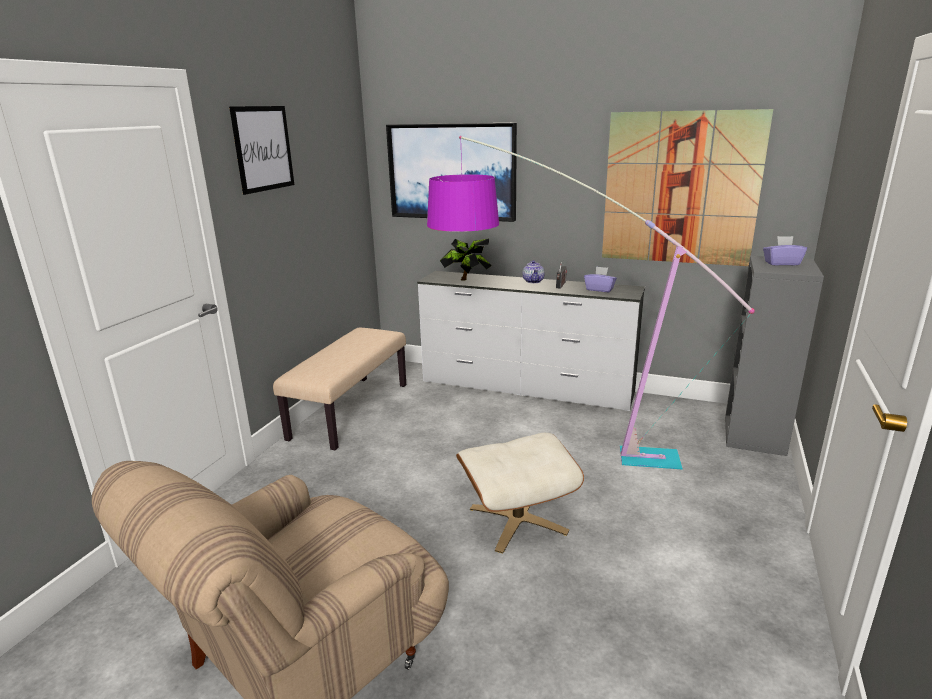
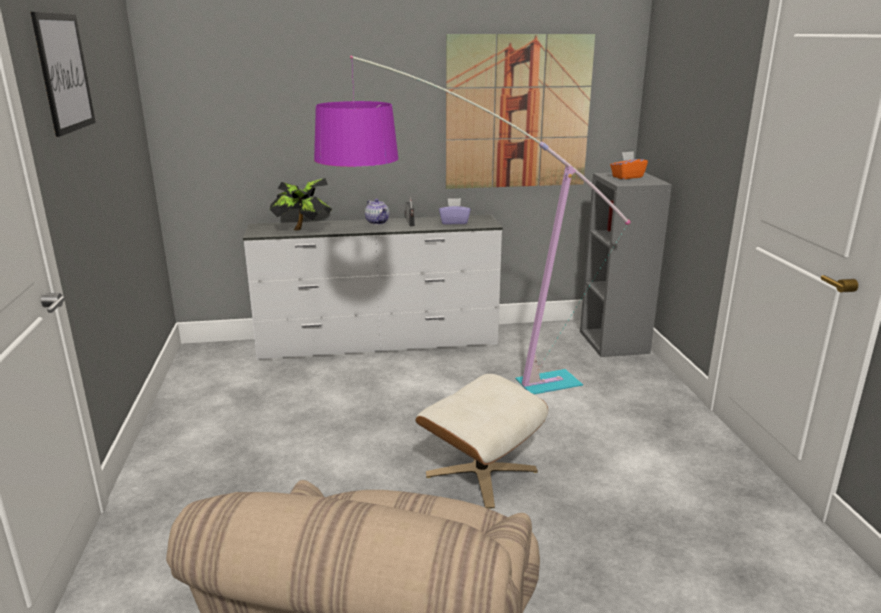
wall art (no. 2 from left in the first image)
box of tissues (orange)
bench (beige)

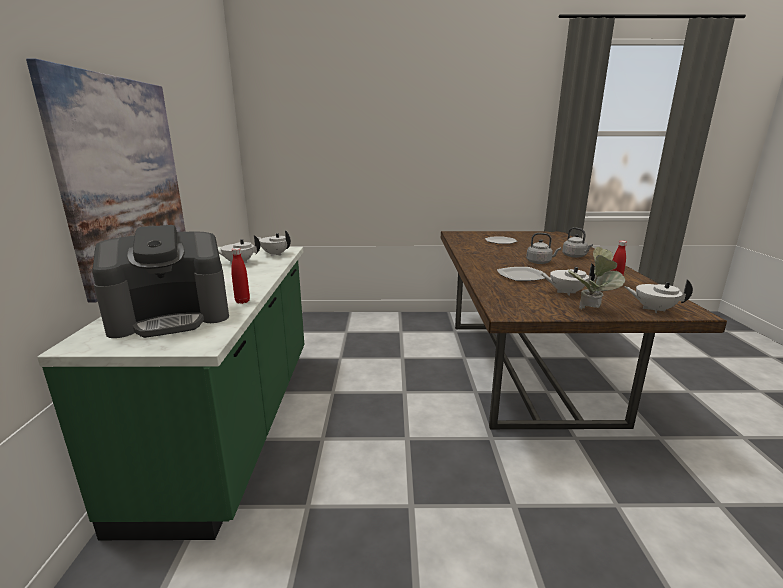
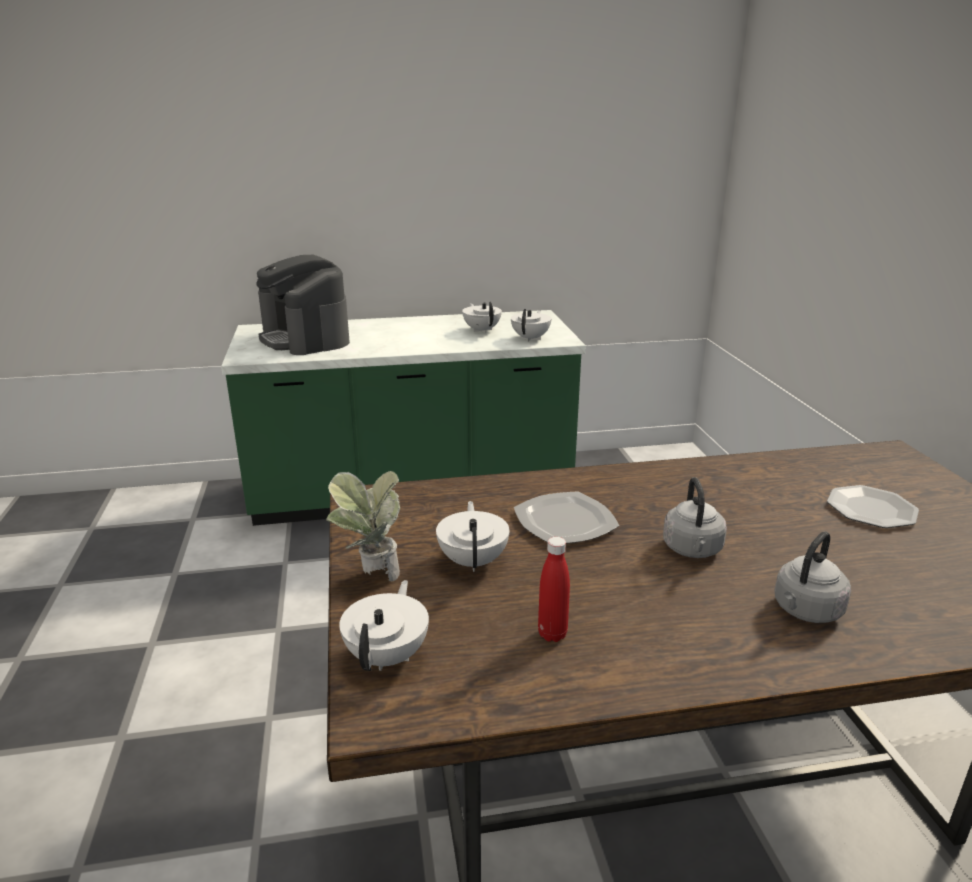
wall art
drink bottle (red) (no. 1 from left in the first image)

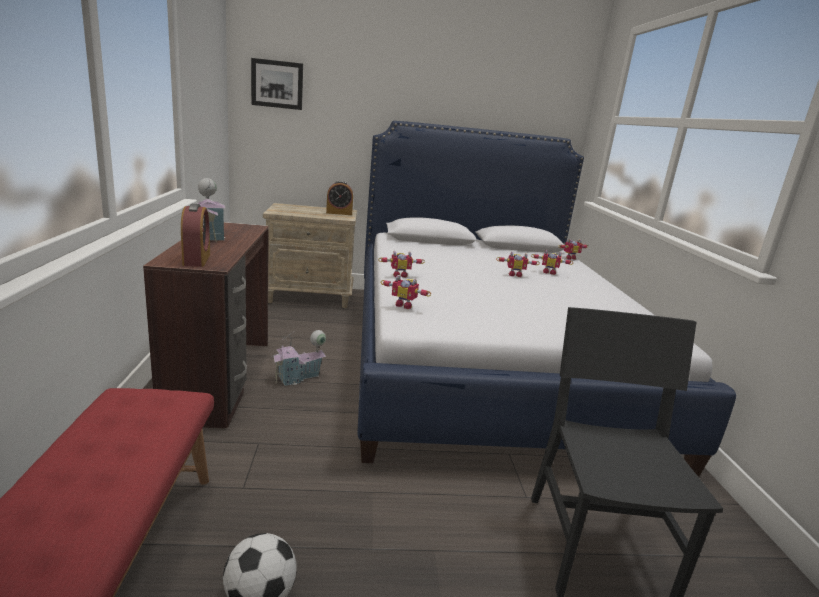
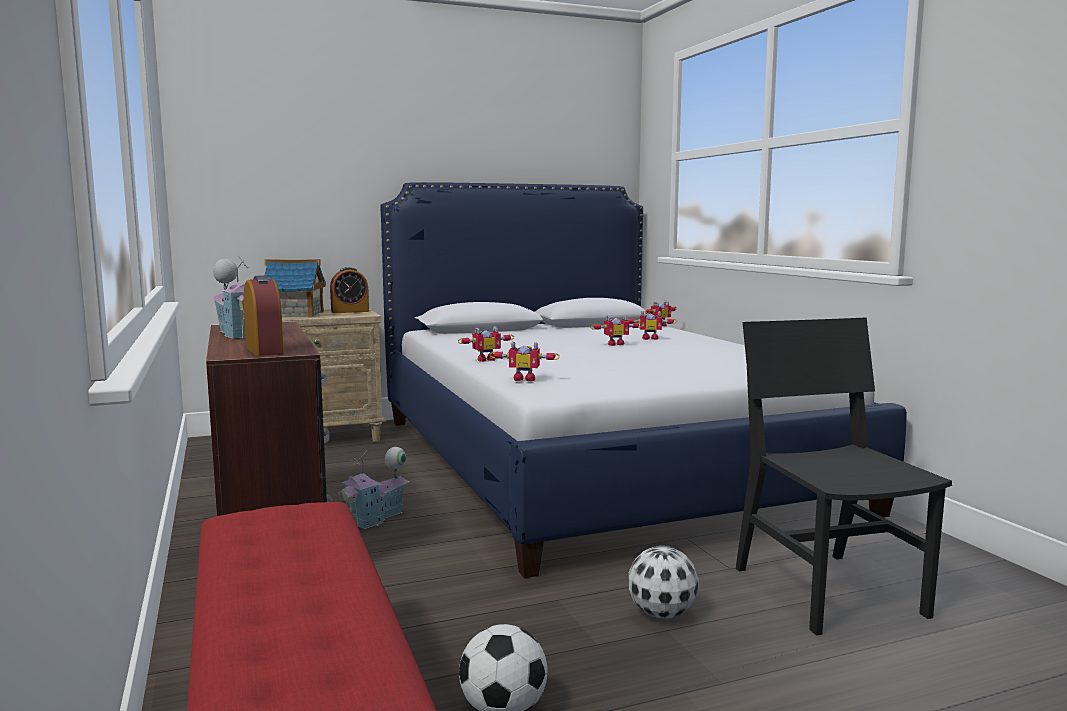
wall art
model house (no. 2 from left)
ball for football (no. 2 from left)

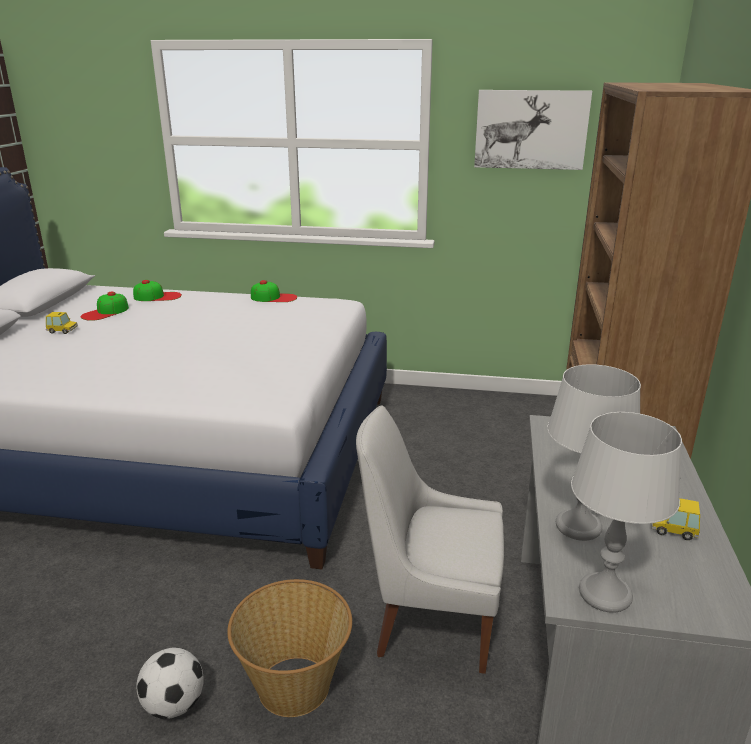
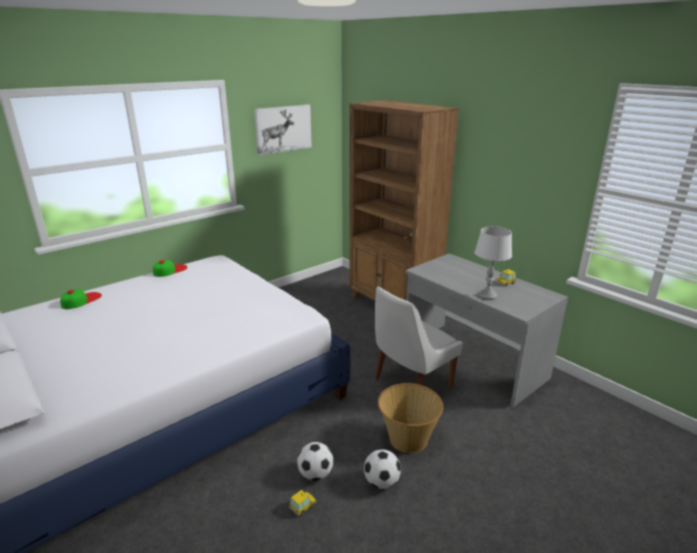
baseball cap (no. 1 from left in the first image)
model car (no. 1 from left)
lamp for a table (gray) (no. 2 from left in the first image)
ball for football (no. 1 from left)

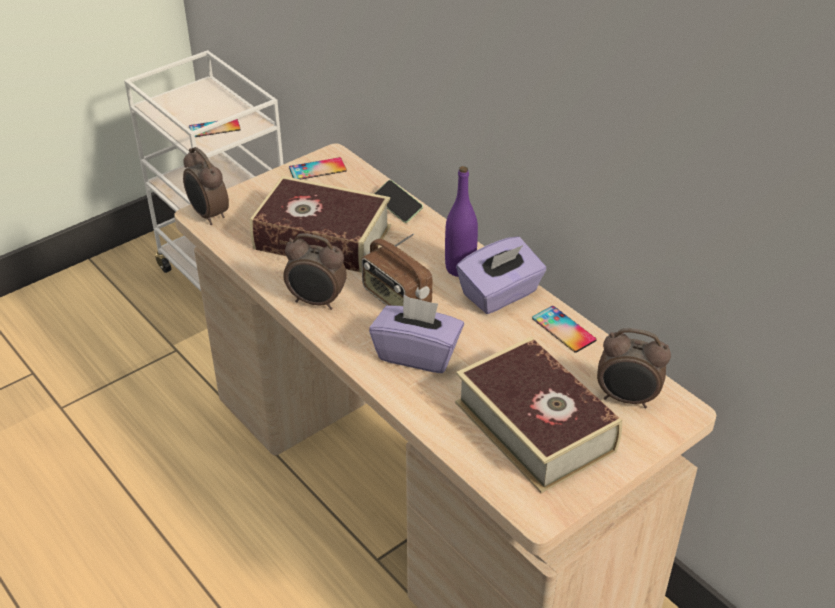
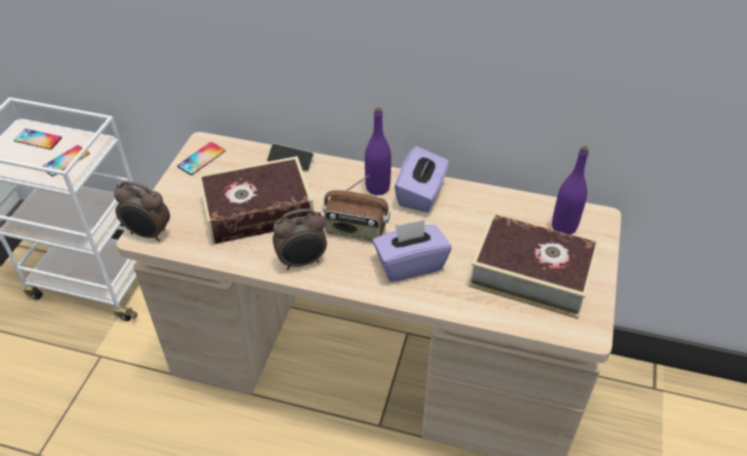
phone (no. 1 from left)
drink bottle (purple) (no. 2 from left)

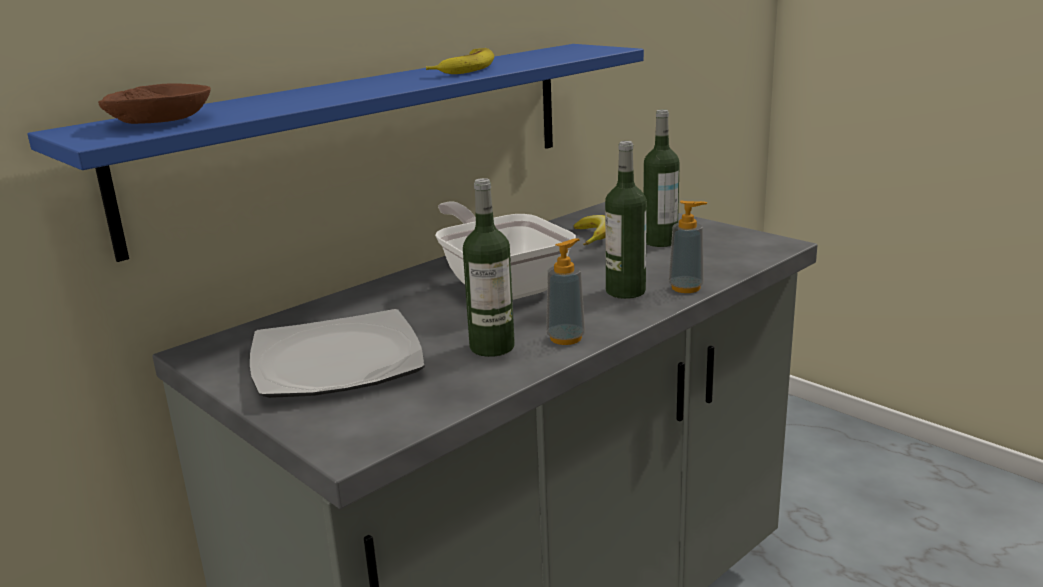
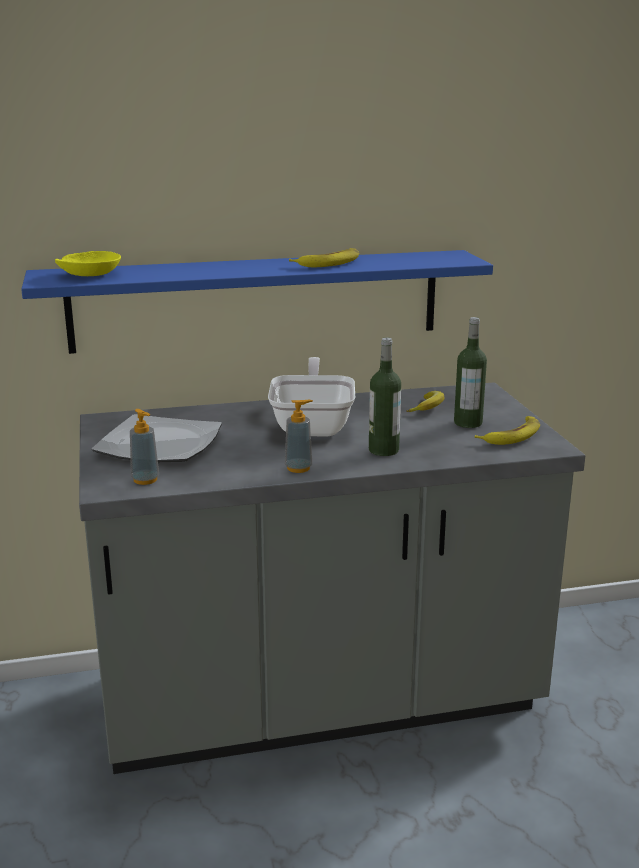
serving bowl (yellow)
drink bottle (no. 1 from left in the first image)
soap dispenser (no. 1 from left)
banana fruit (no. 3 from left)

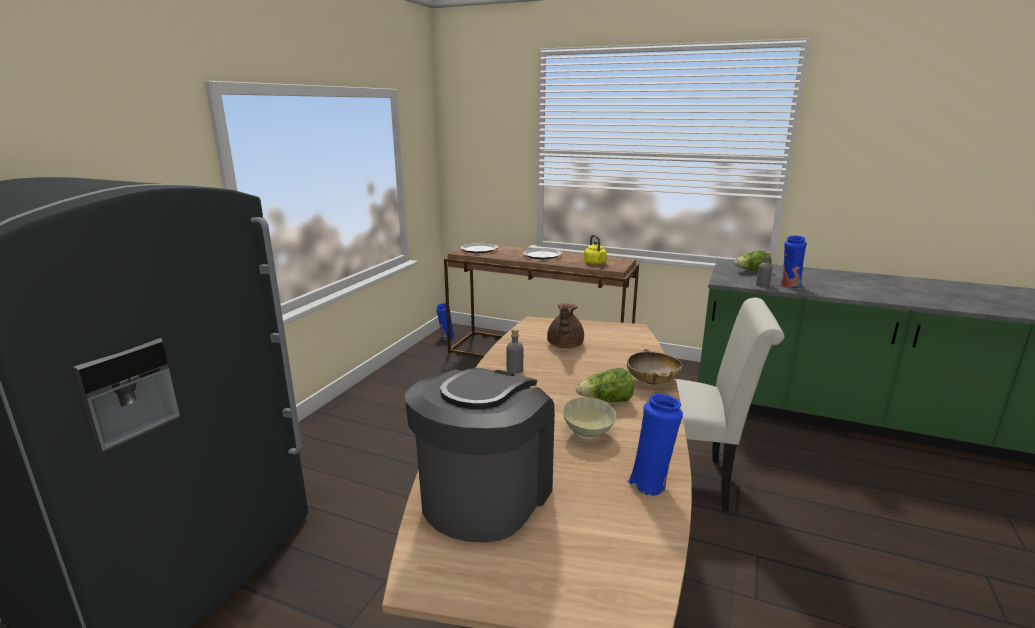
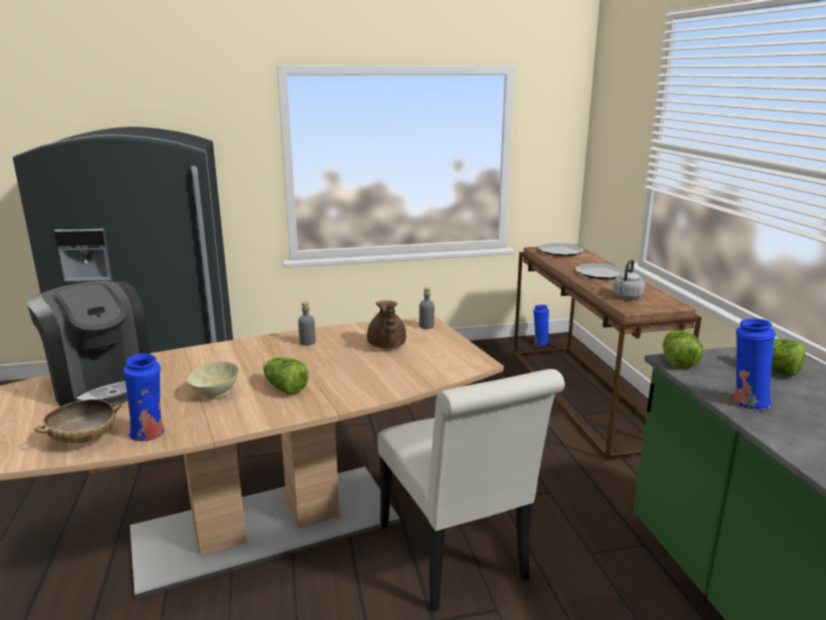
water kettle (gray)
drink bottle (gray) (no. 2 from left)
pot for tea (brown-coloured)
serving bowl (beige) (no. 1 from left)
coffee maker
head of lettuce (no. 2 from left)

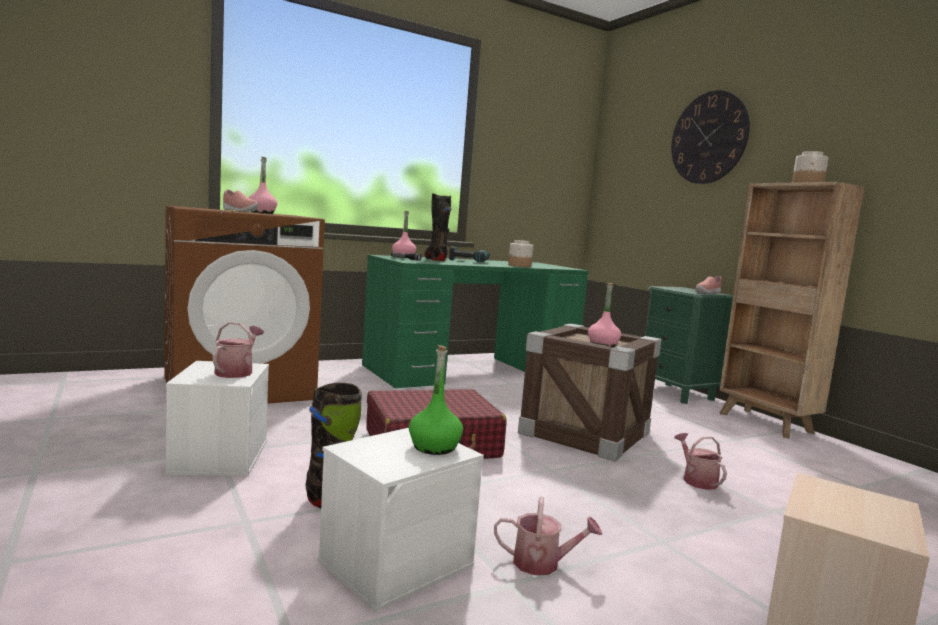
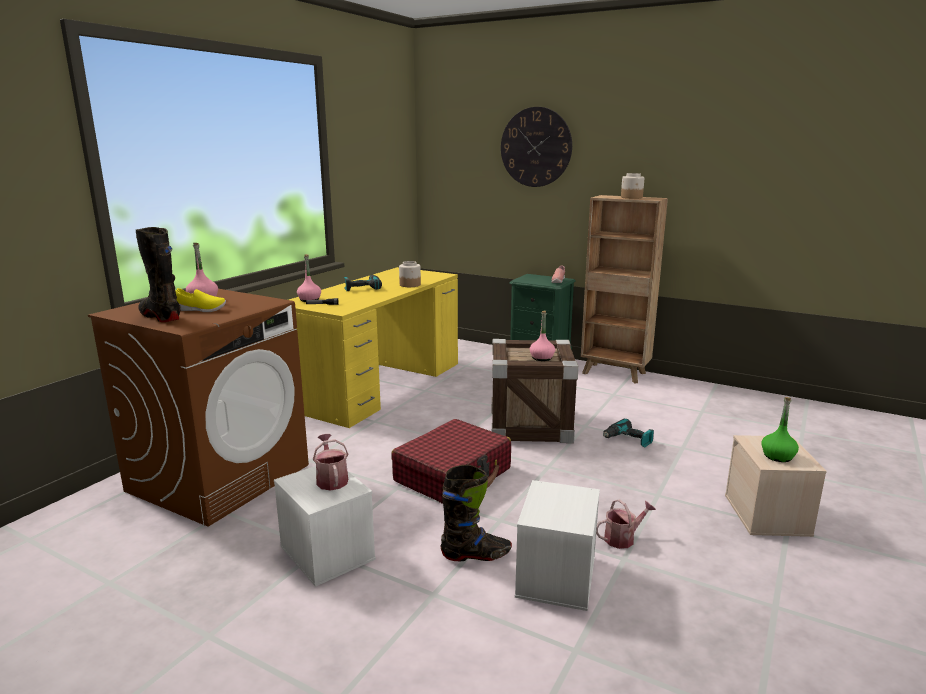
low shoe (yellow)
high-top boot (blackish) (no. 1 from left)
desk table (yellow)
drink bottle (green-coloured)
power drill (no. 2 from left)

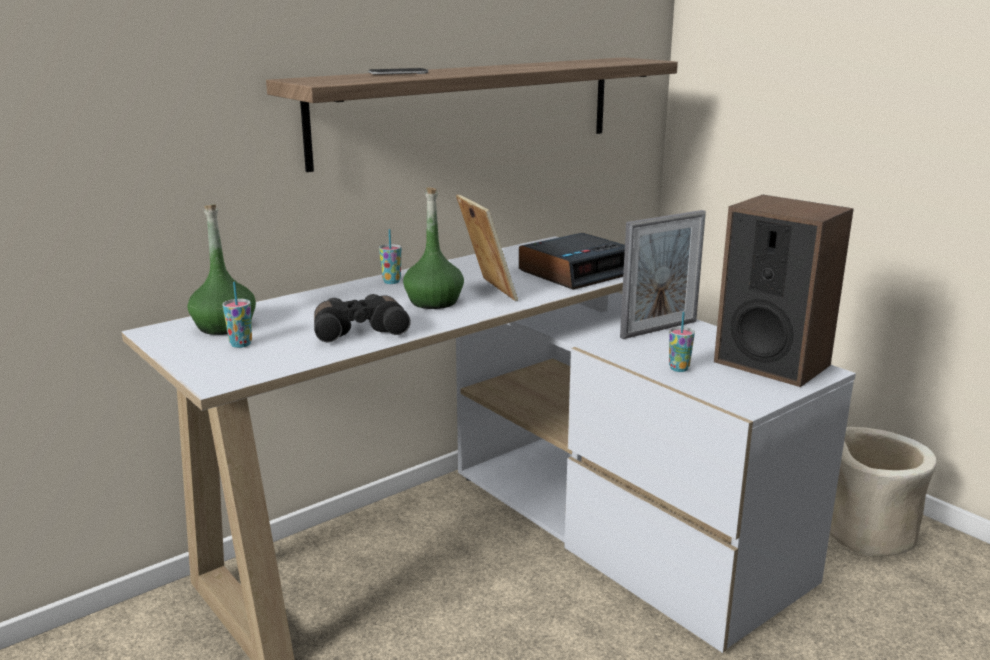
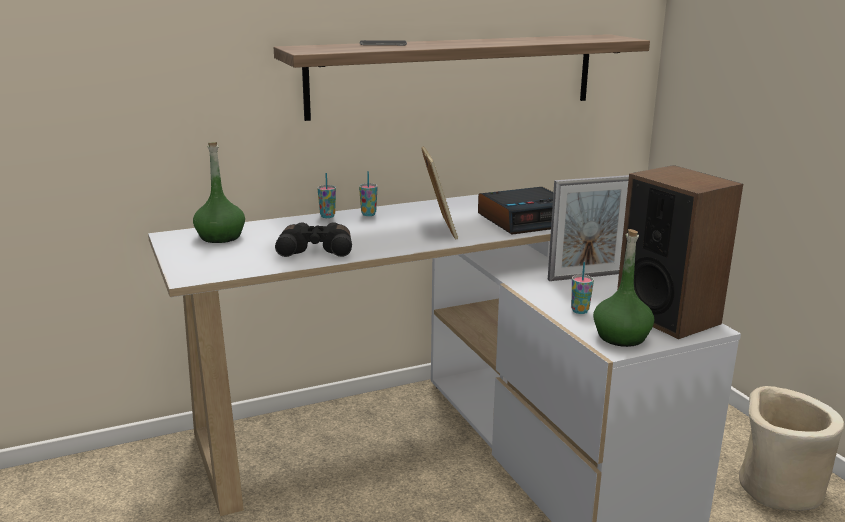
drink bottle (green-coloured) (no. 2 from left)
drinking cup (no. 1 from left)

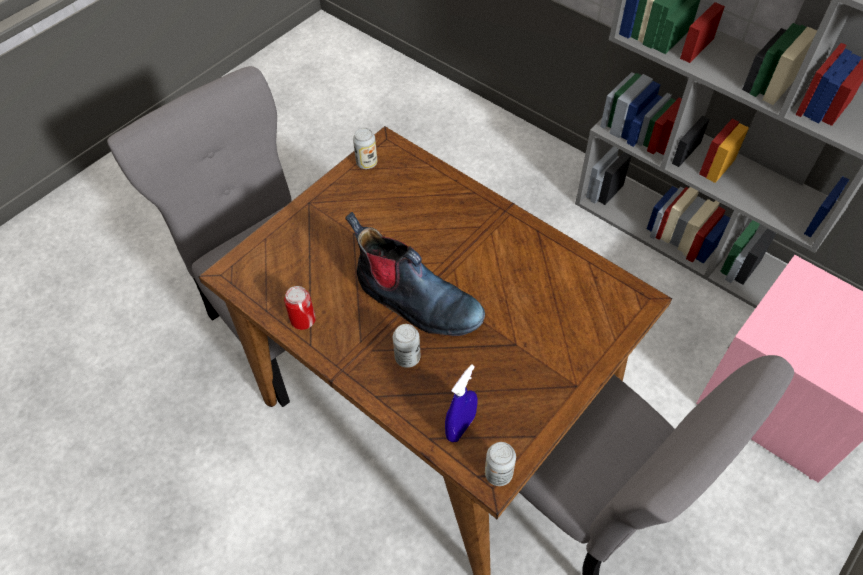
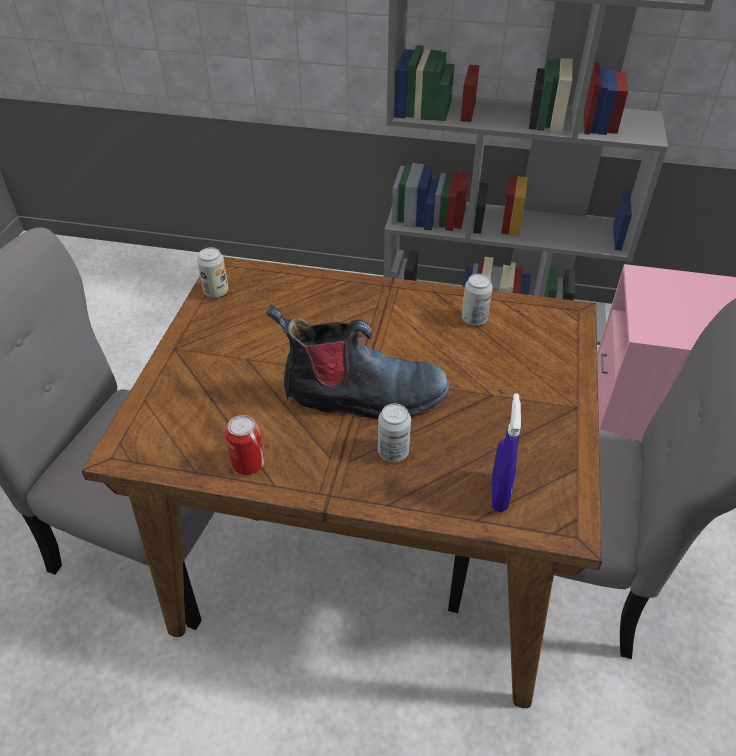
can (no. 4 from left)

